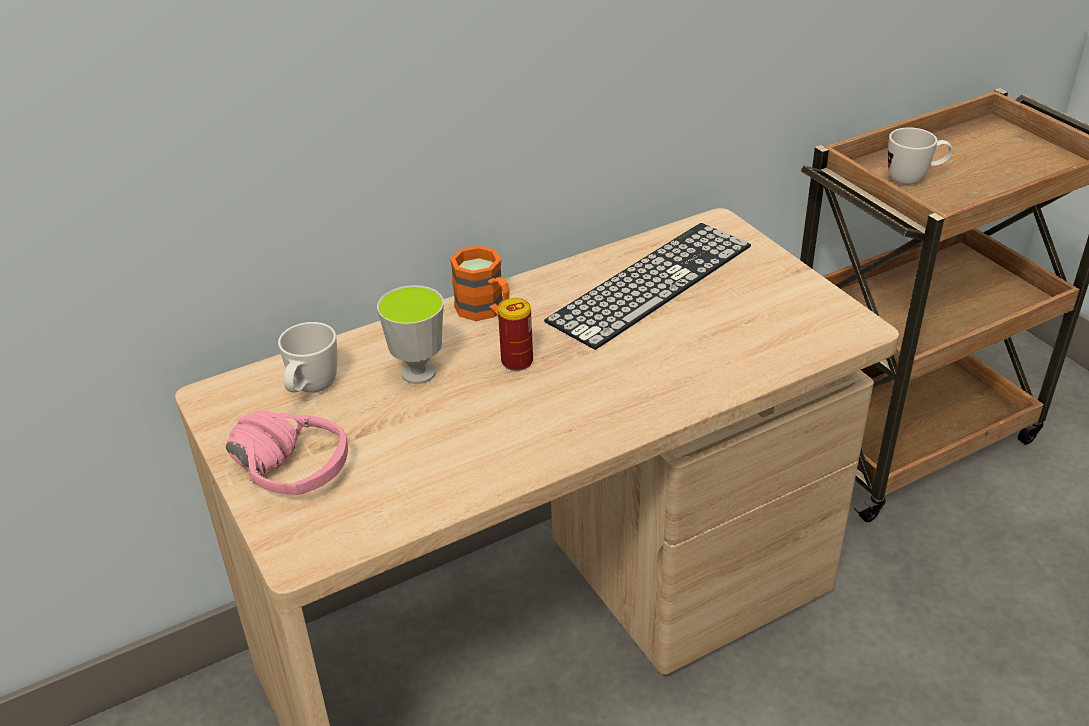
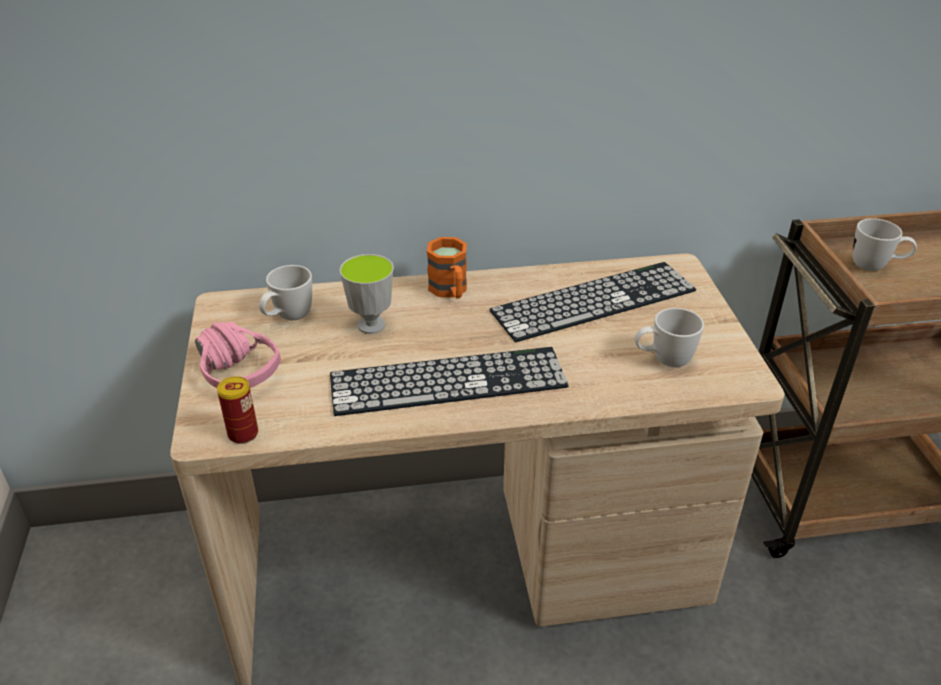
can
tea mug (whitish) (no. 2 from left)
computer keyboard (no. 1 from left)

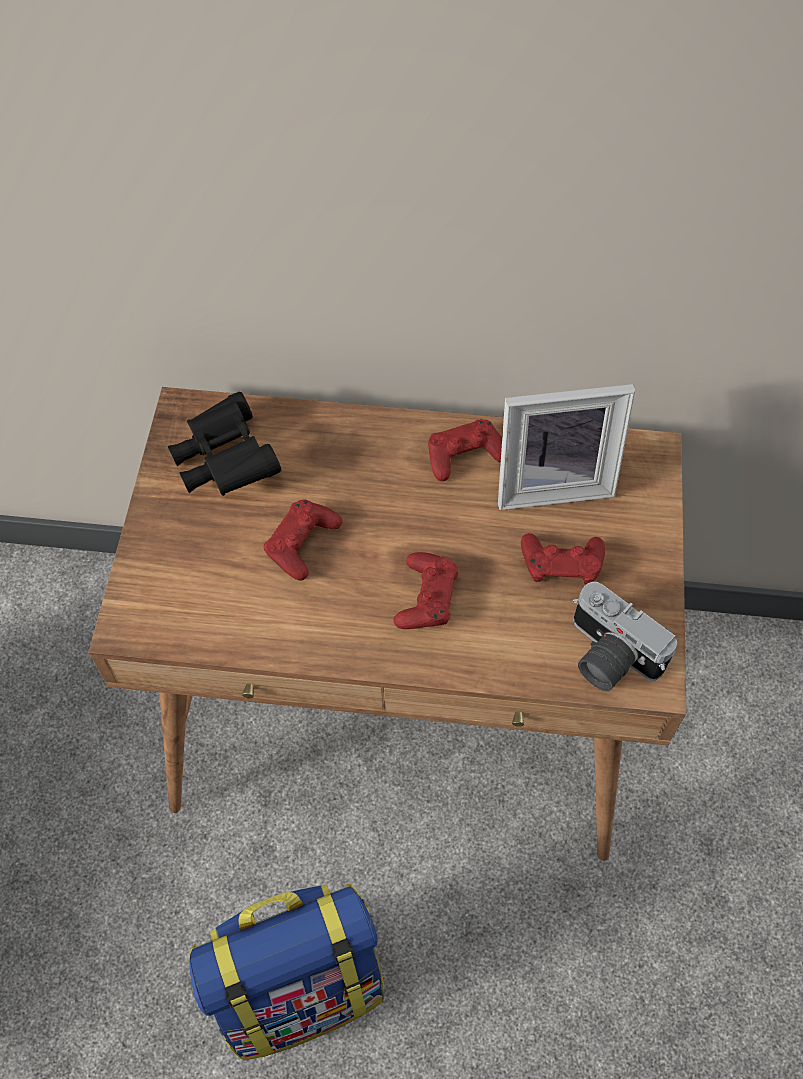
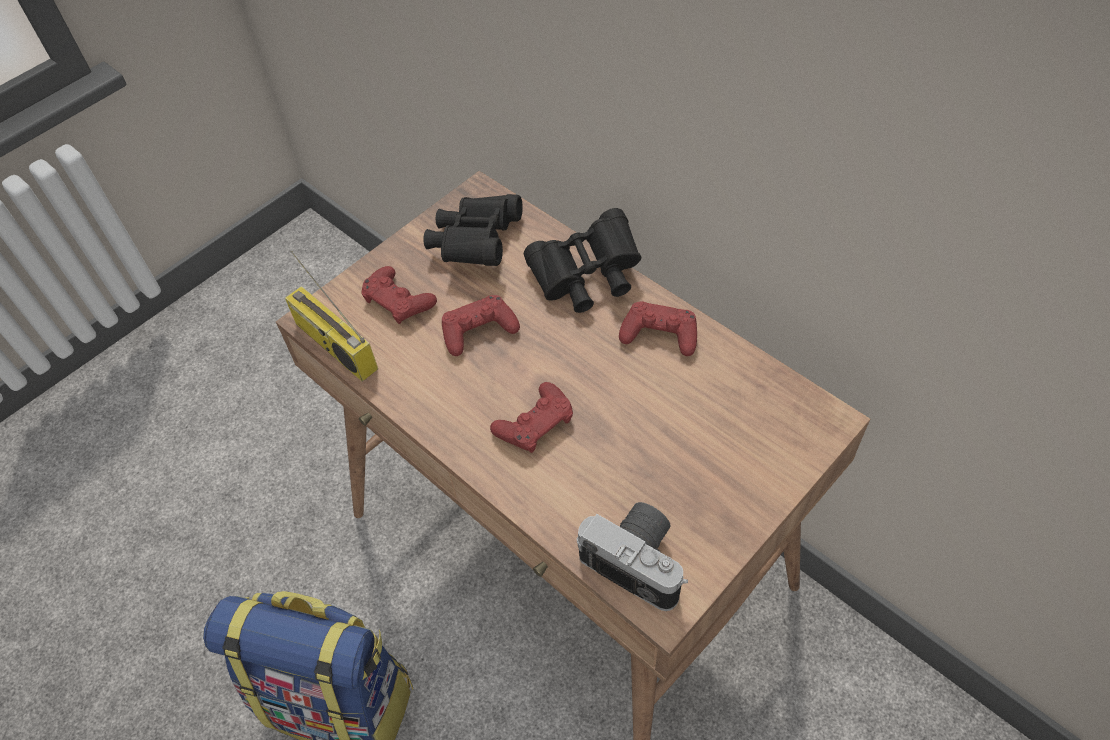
photo frame
game controller (red) (no. 1 from left)
photo camera
binoculars (blackish) (no. 2 from left)
radio set

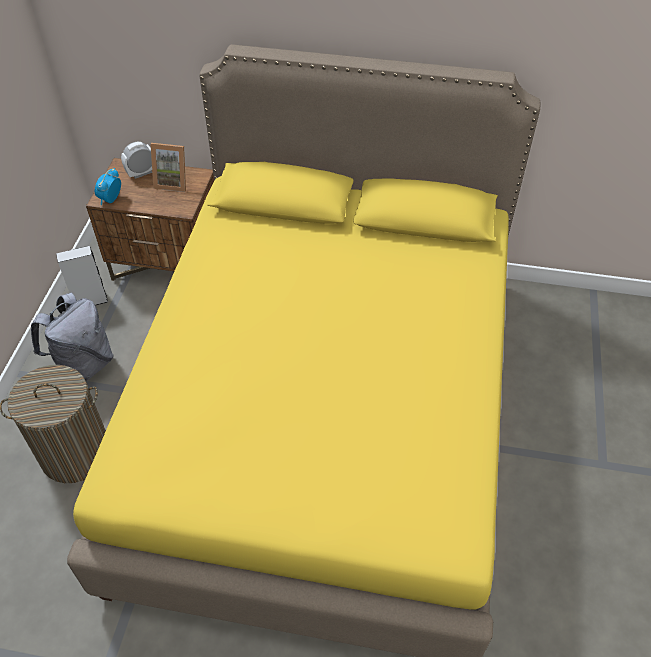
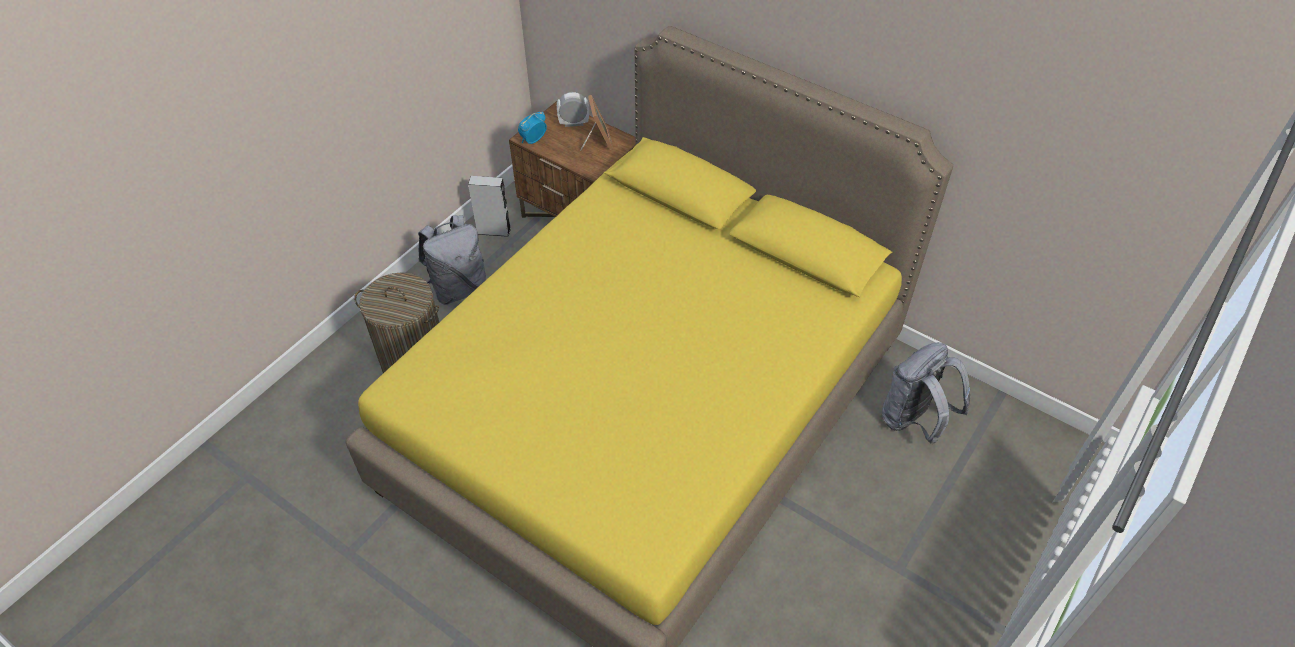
photo frame
knapsack (gray) (no. 2 from left)

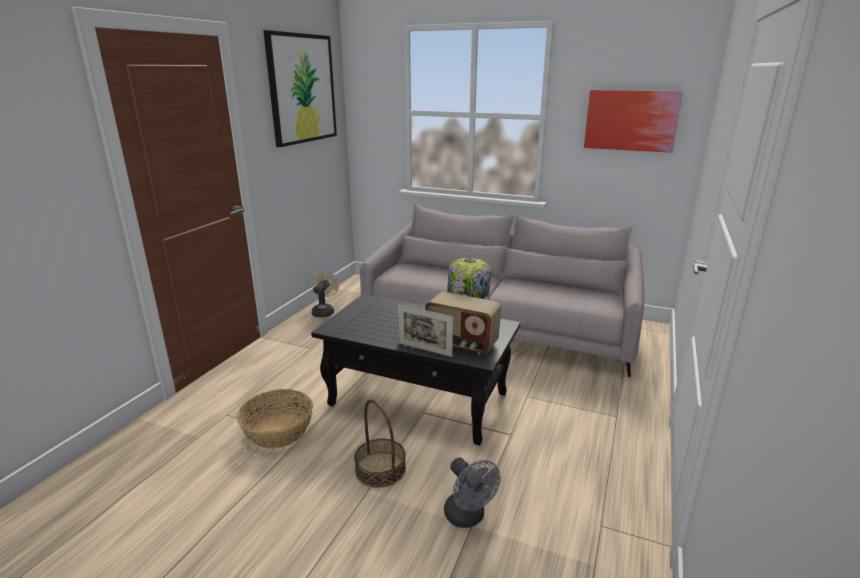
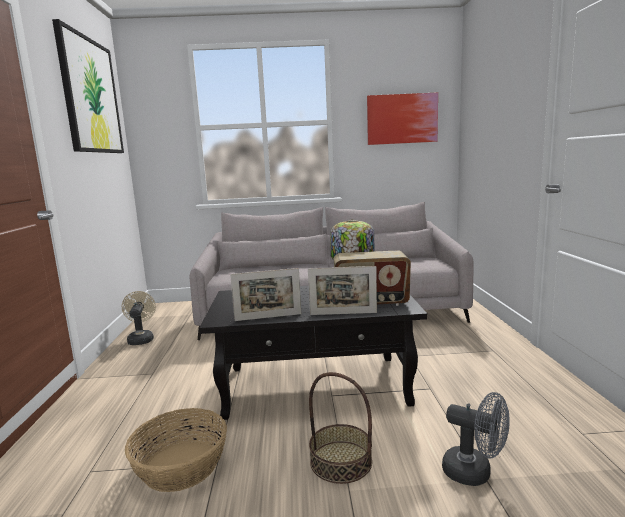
photo frame (no. 1 from left)

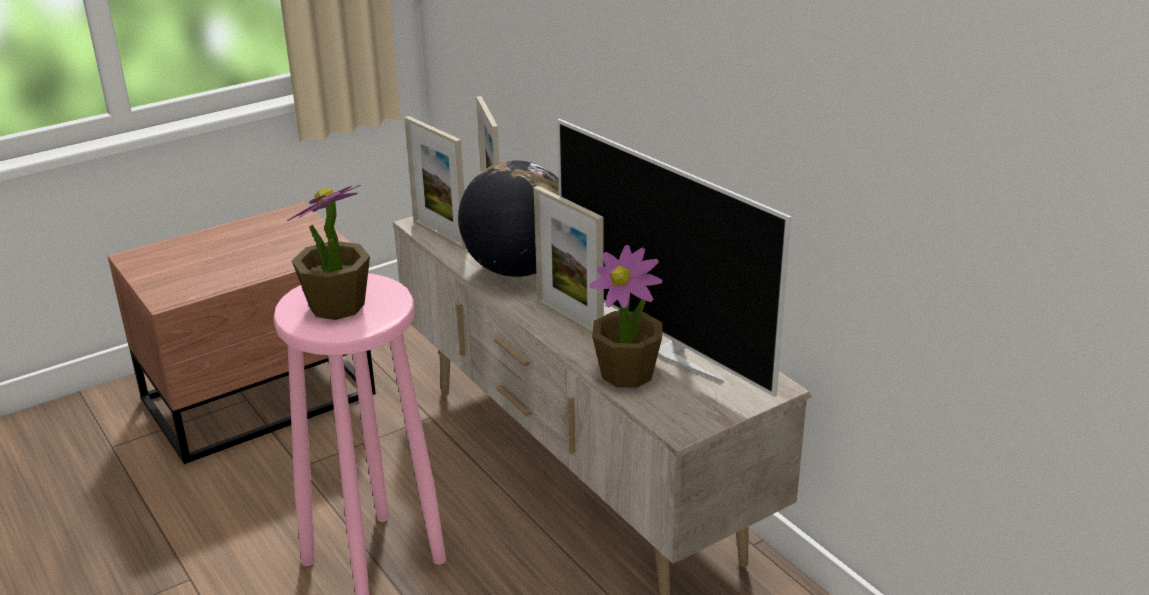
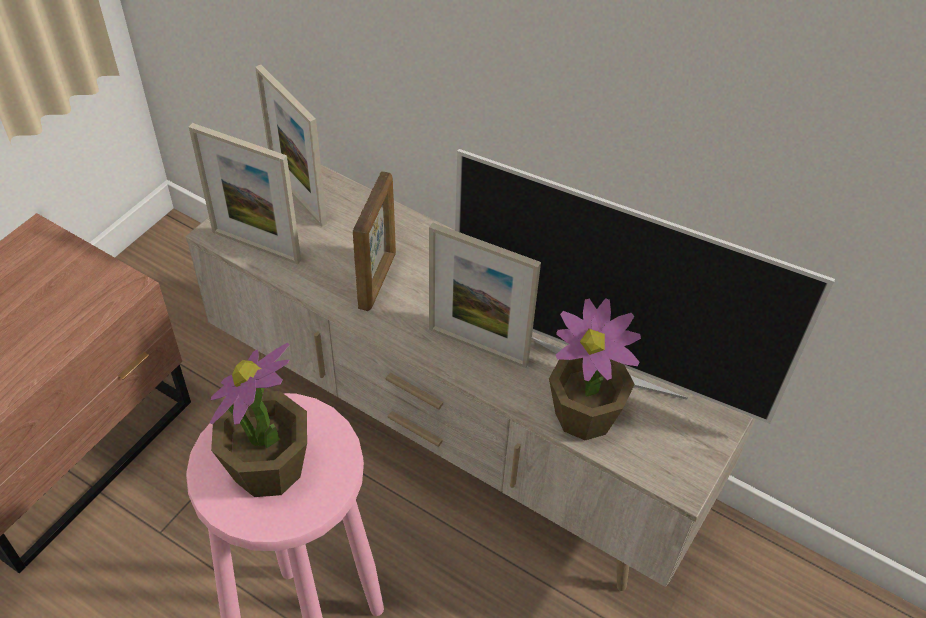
photo frame (no. 3 from left)

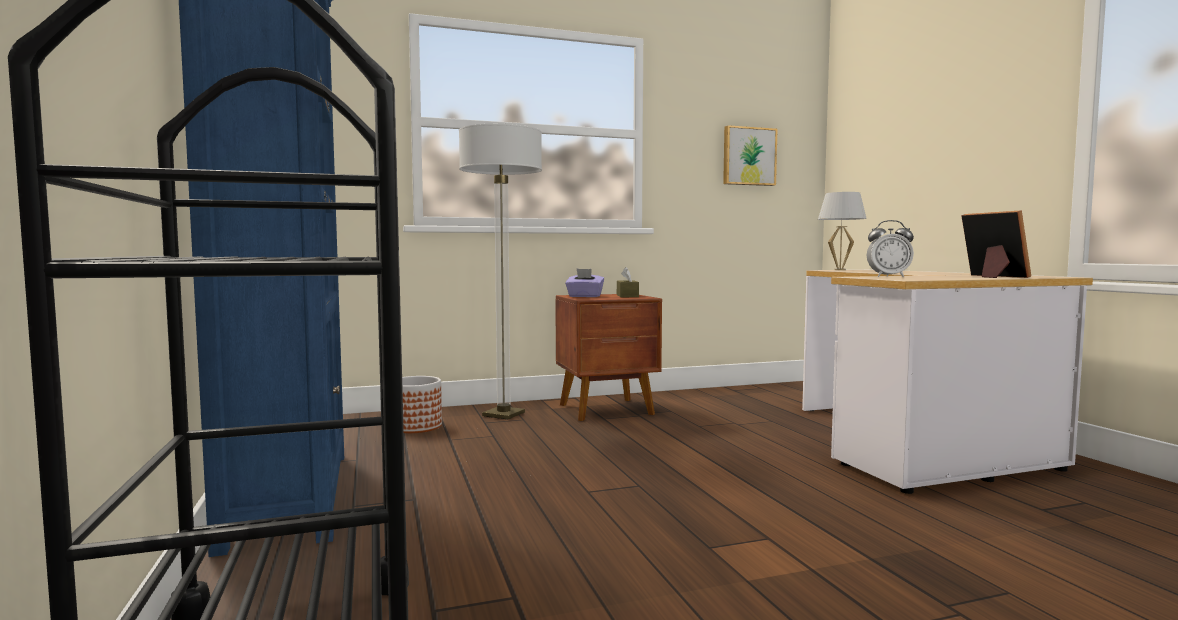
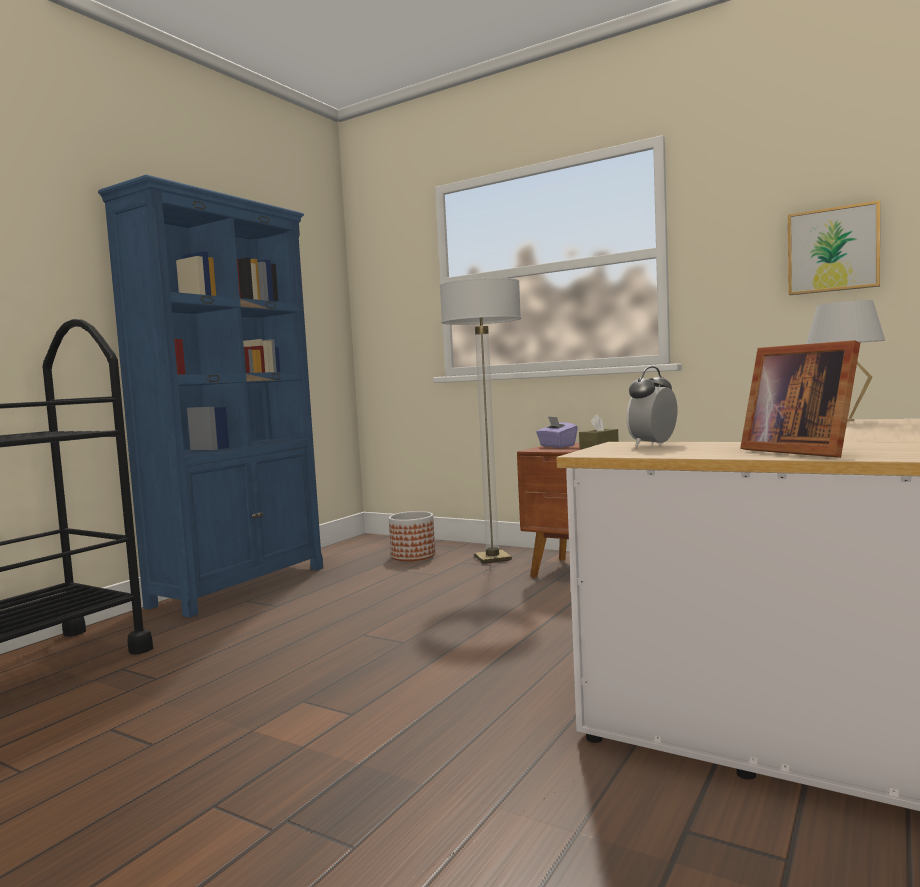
photo frame
table clock

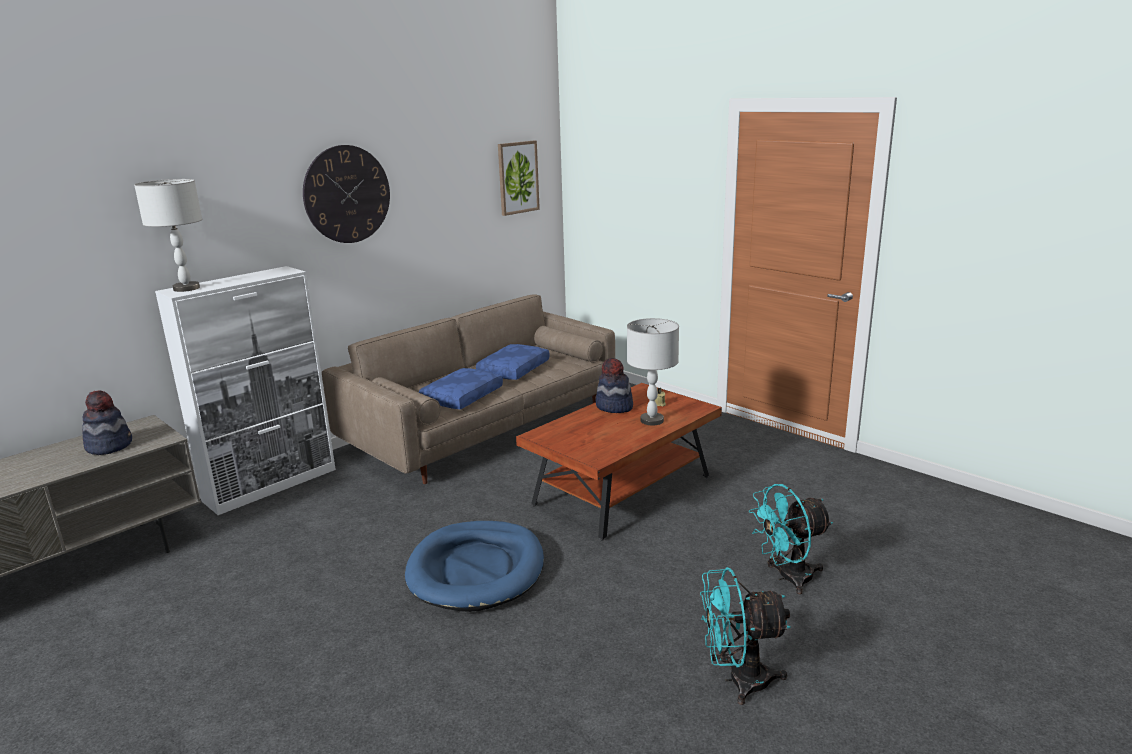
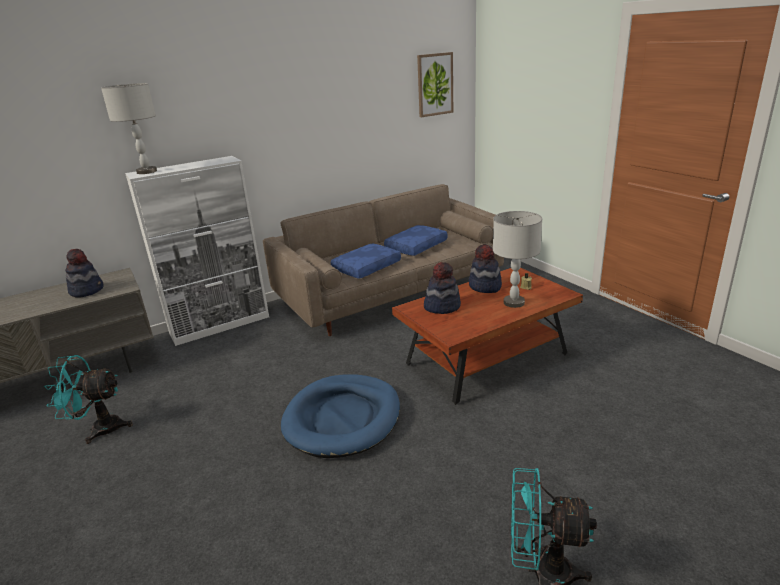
wall clock
cooling fan (turquoise) (no. 1 from left)
wearable hat (no. 2 from left)

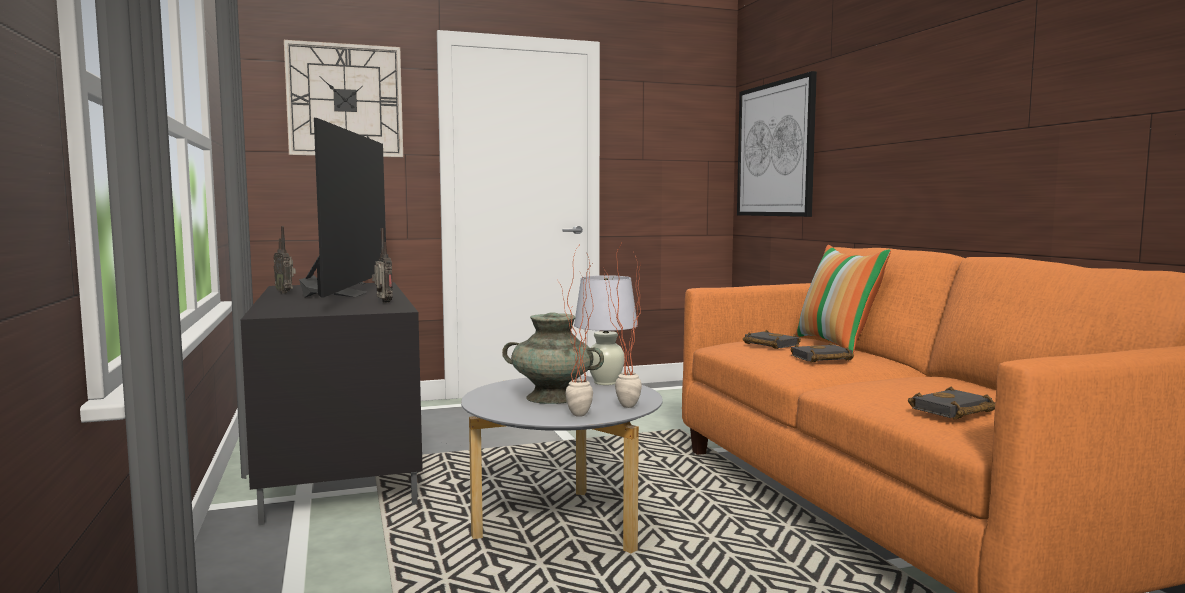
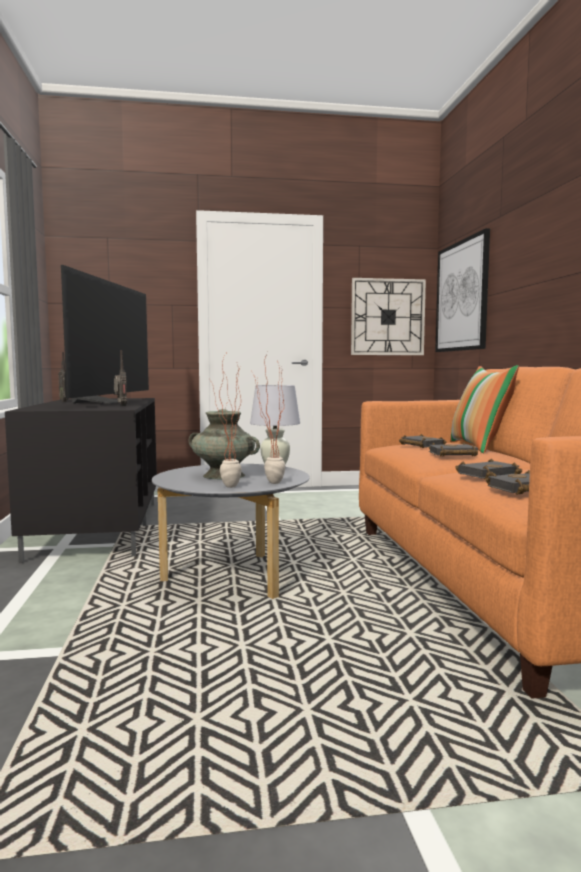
wall clock
book (blackish) (no. 3 from left)

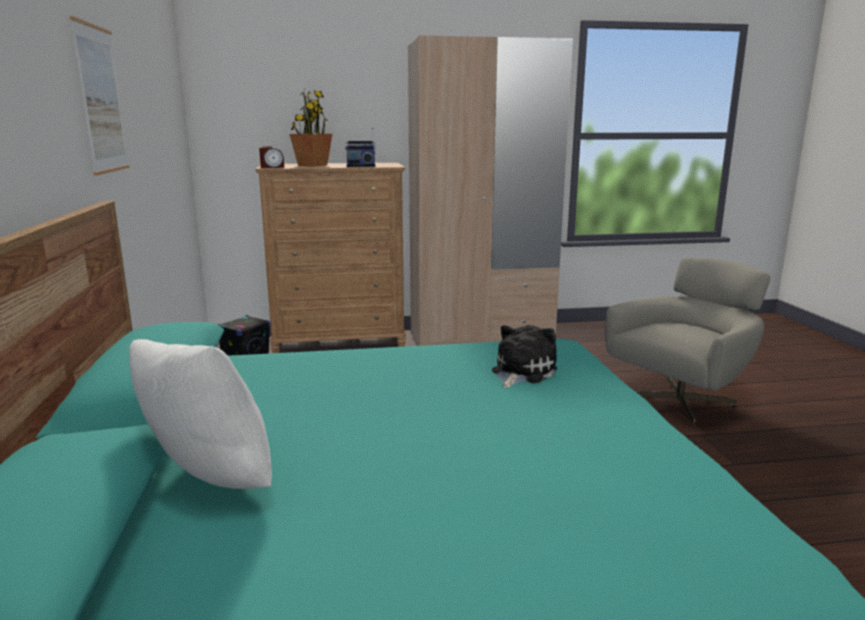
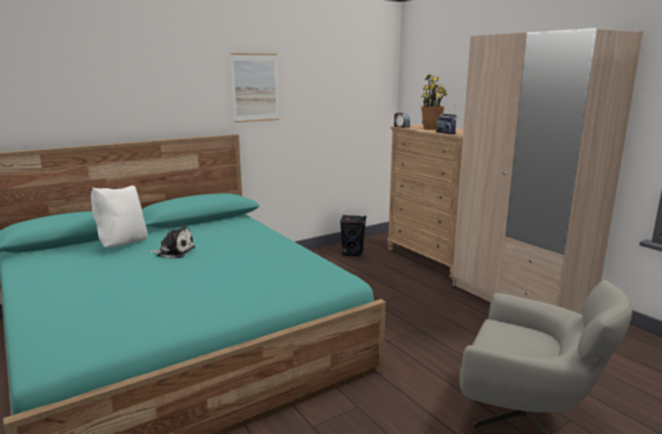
soft toy

